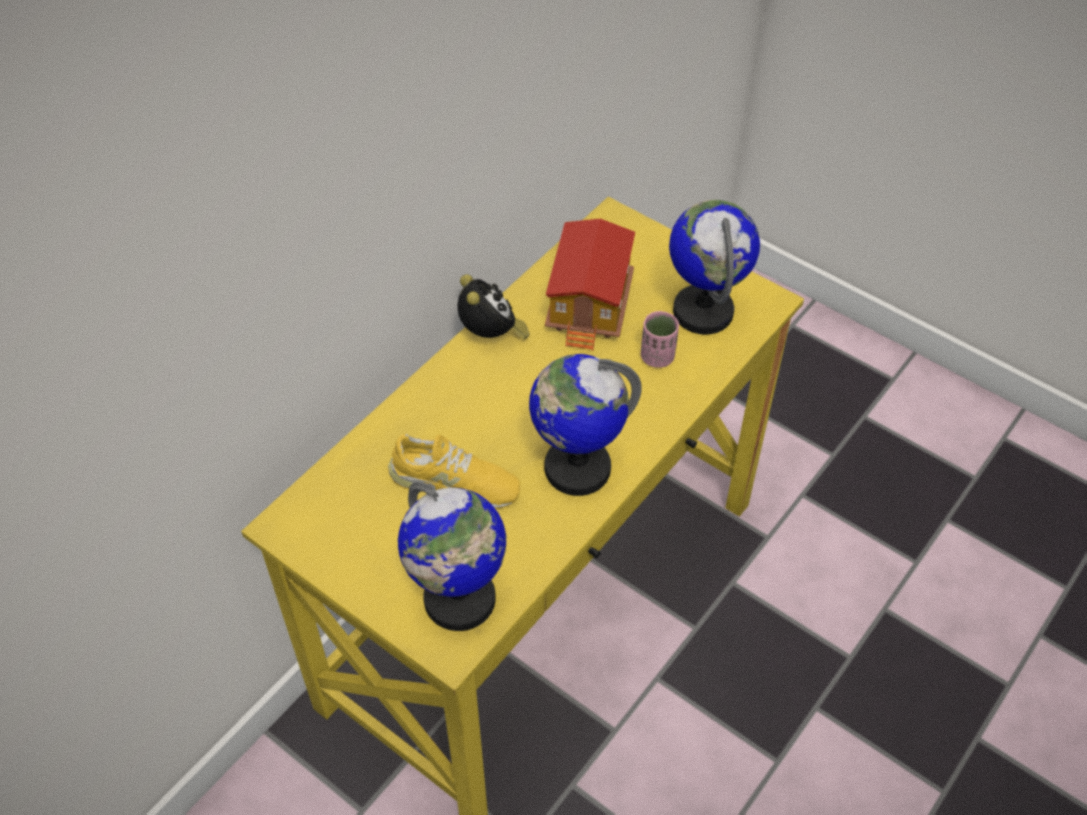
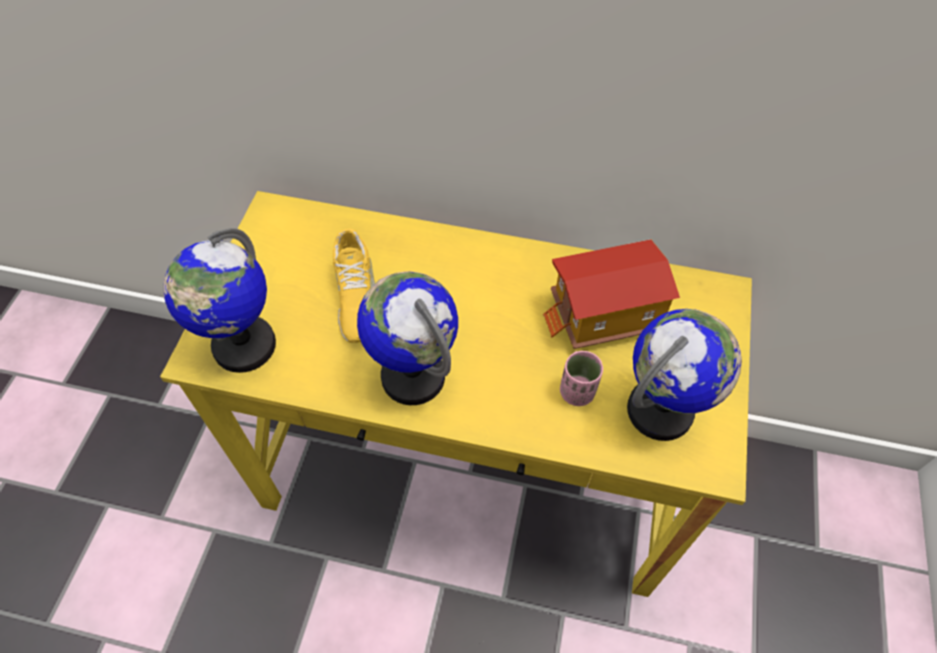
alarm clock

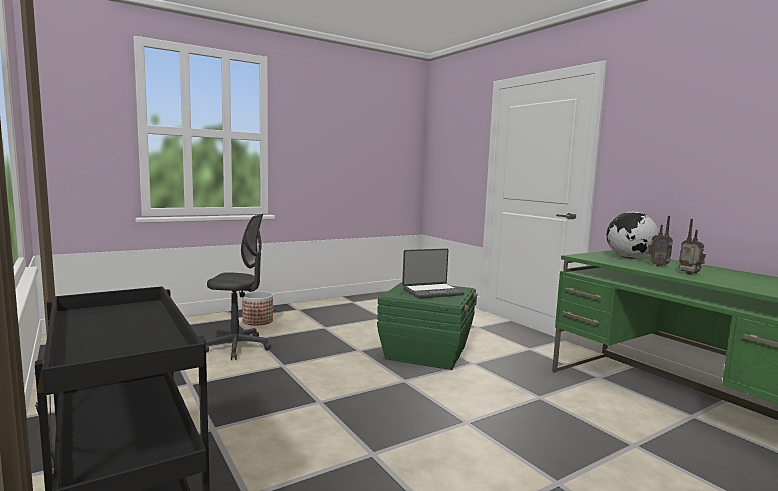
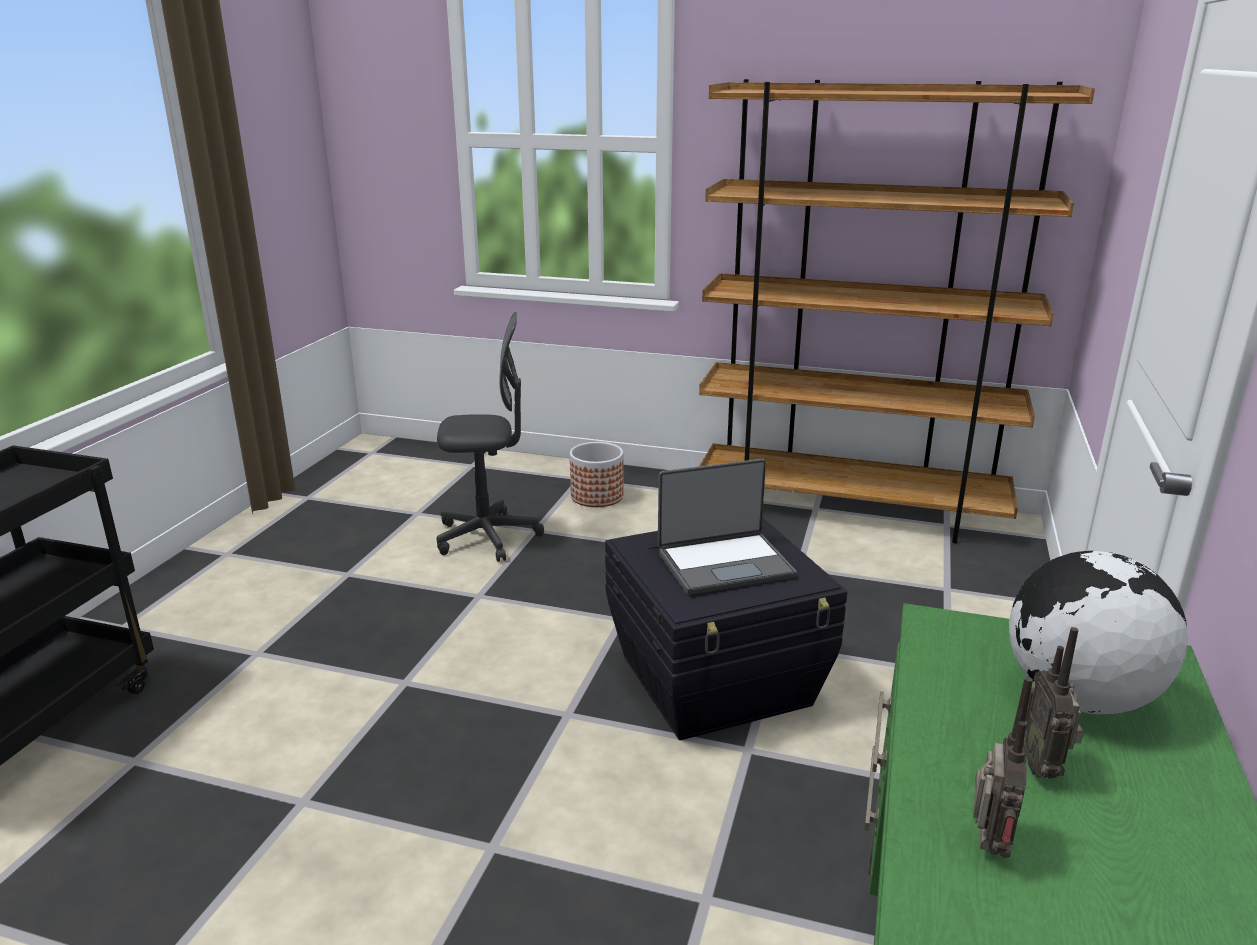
office chair in grey; storage box in black; laptop; bookcase in brown

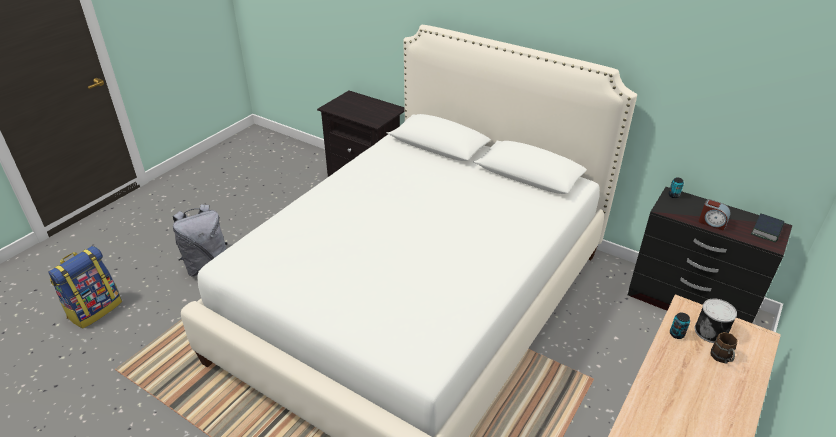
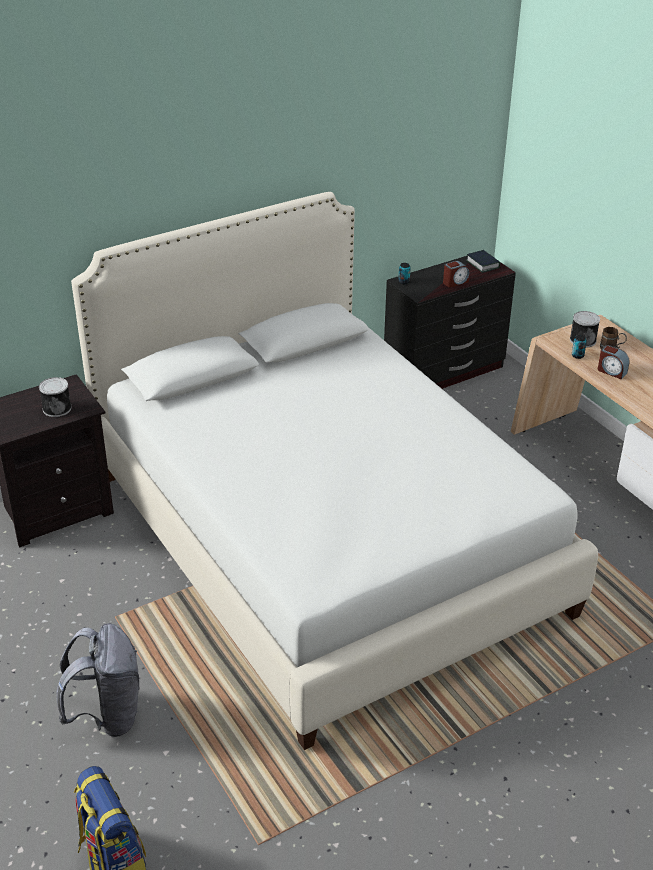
can (no. 1 from left); alarm clock (no. 2 from left)

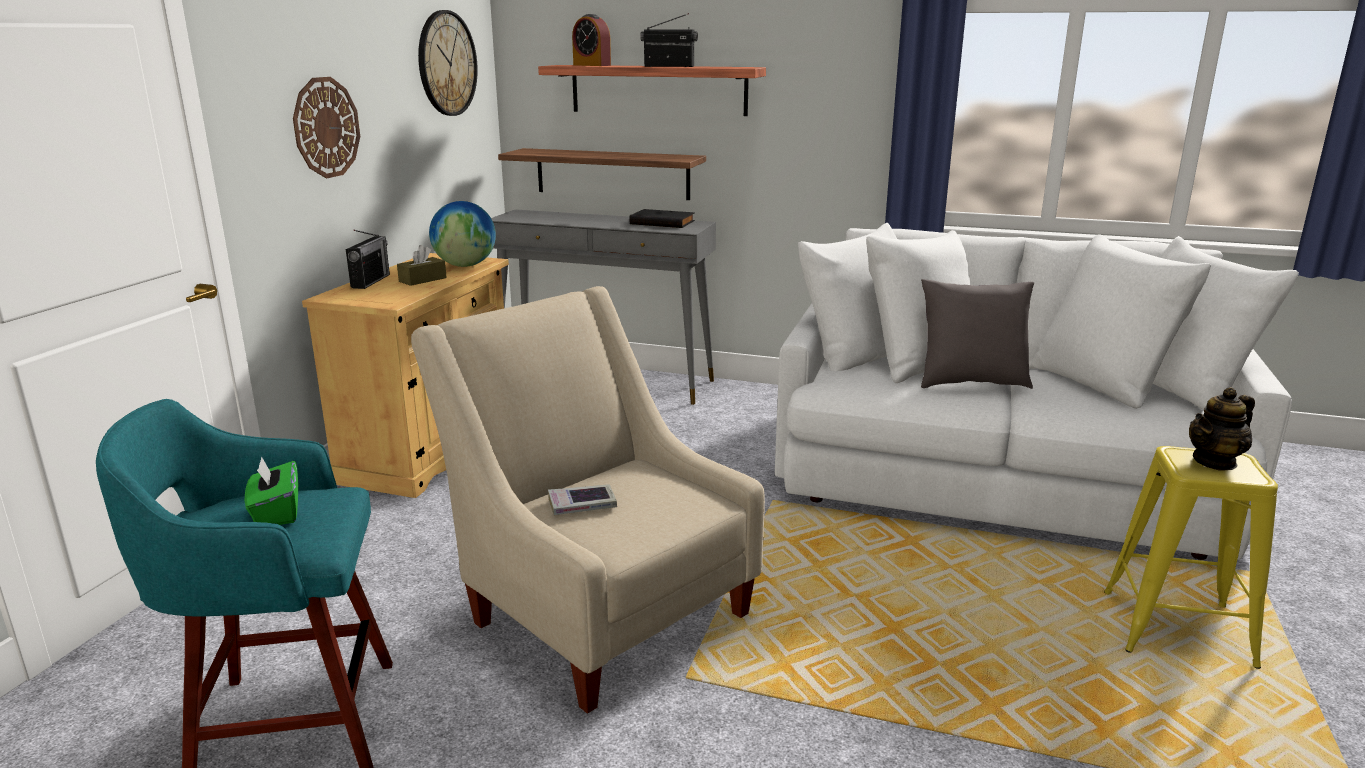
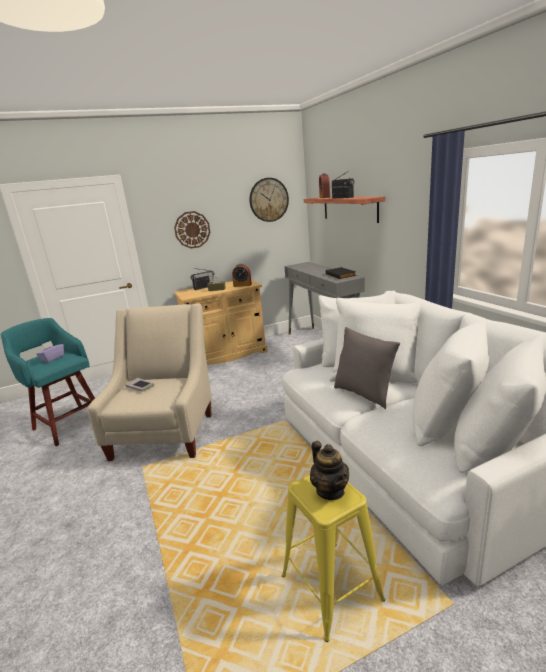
tissue box in purple; alarm clock (no. 1 from left); shelf (no. 1 from left in the first image); teapot

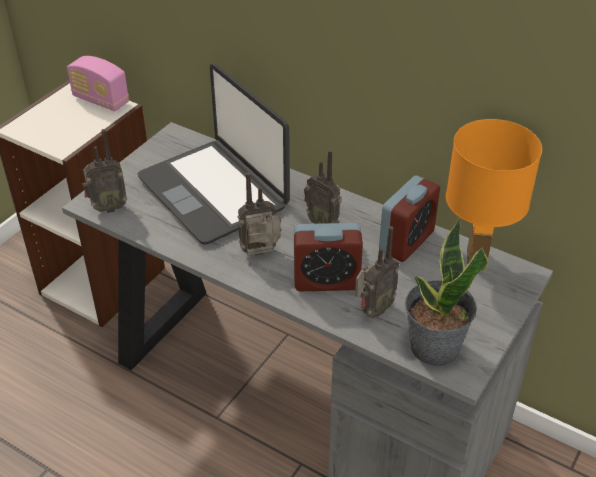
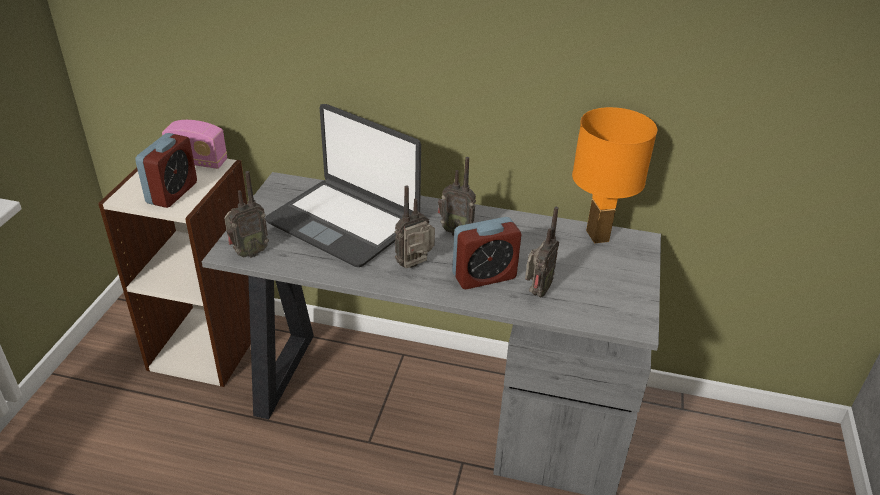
alarm clock (no. 1 from left); potted plant

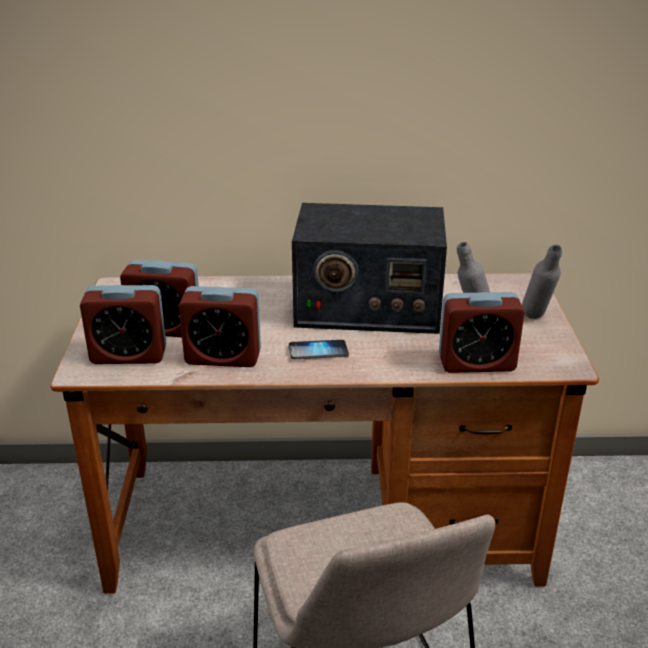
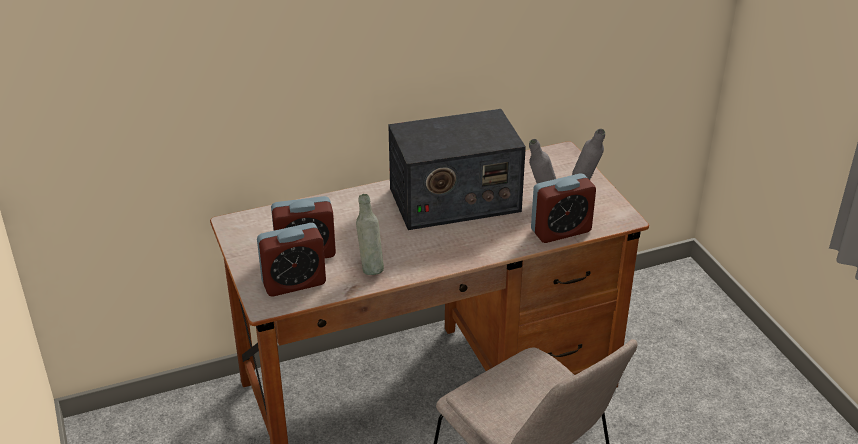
bottle in grey (no. 1 from left); phone

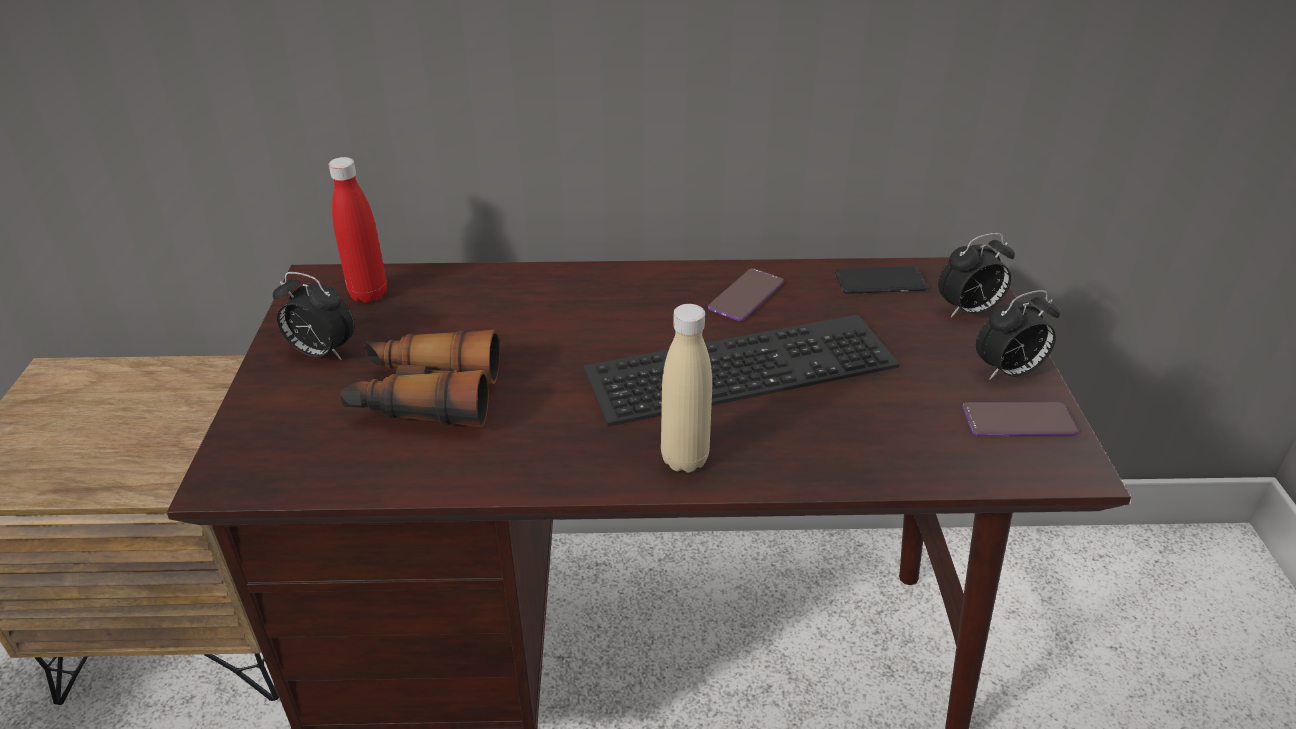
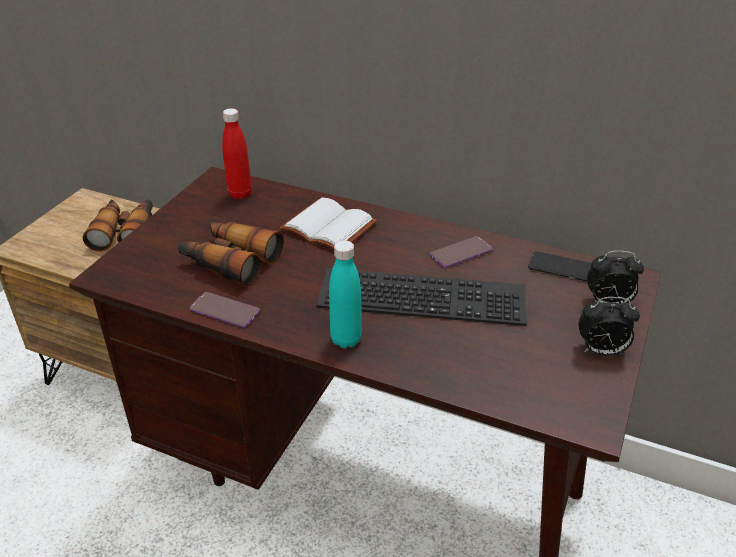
alarm clock (no. 1 from left in the first image); bottle in turquoise; phone (no. 1 from left); binoculars (no. 1 from left); book in white

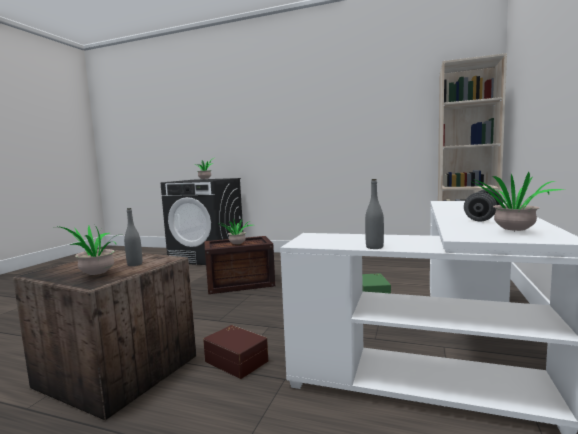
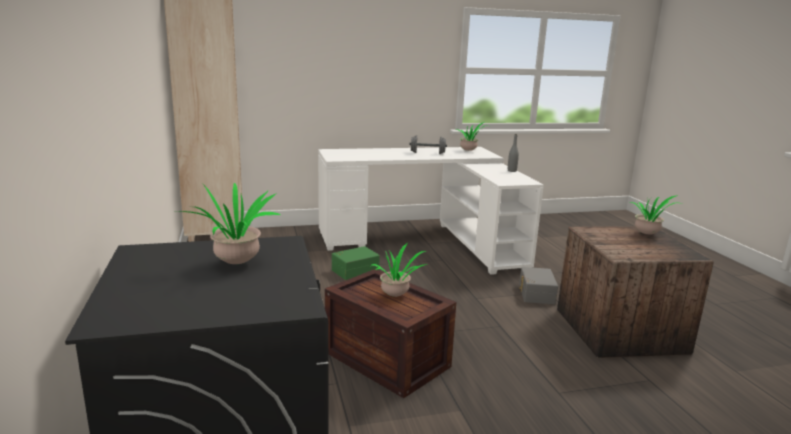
bottle in grey (no. 1 from left in the first image); storage box in grey

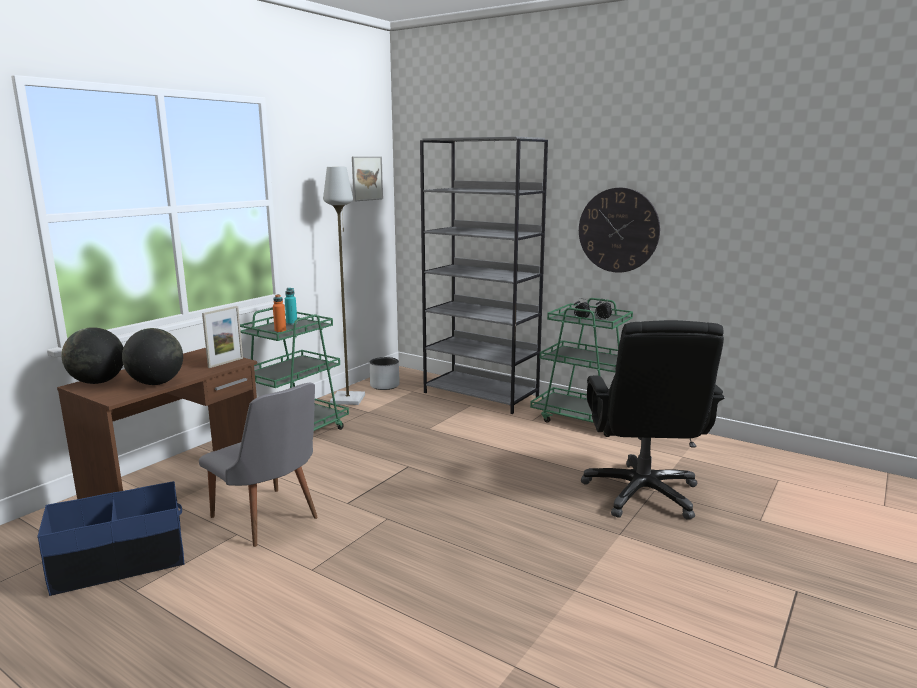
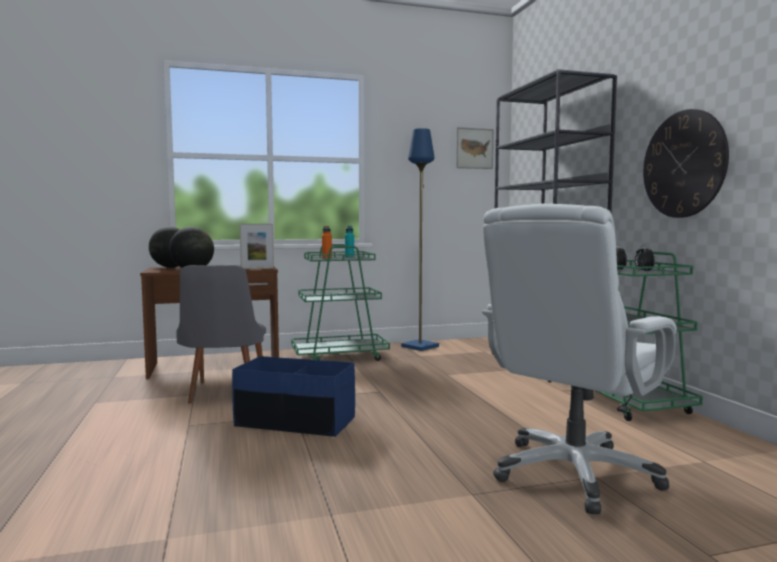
storage box in blue; floor lamp in blue; planter in grey; office chair in white

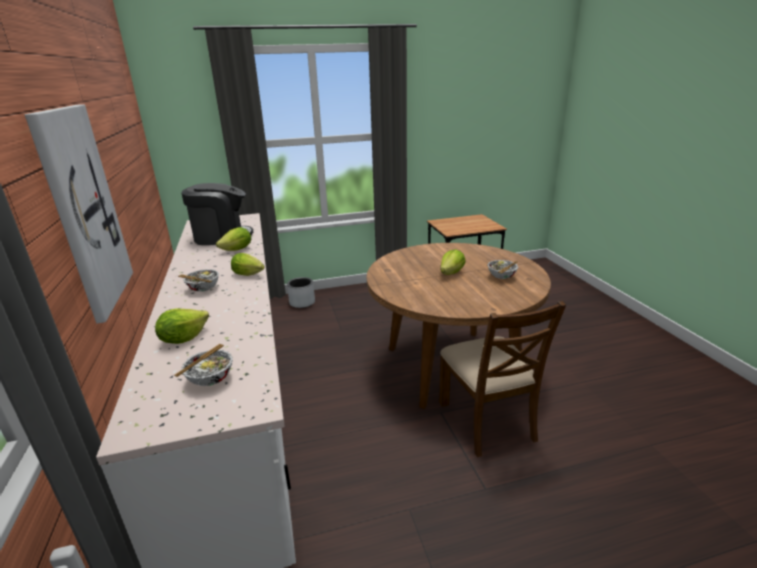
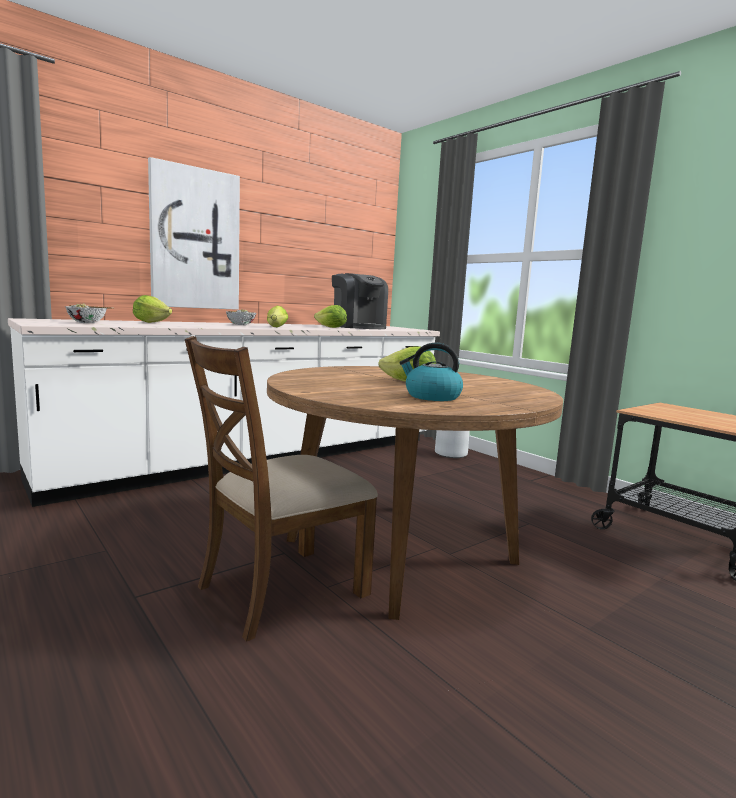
kettle

